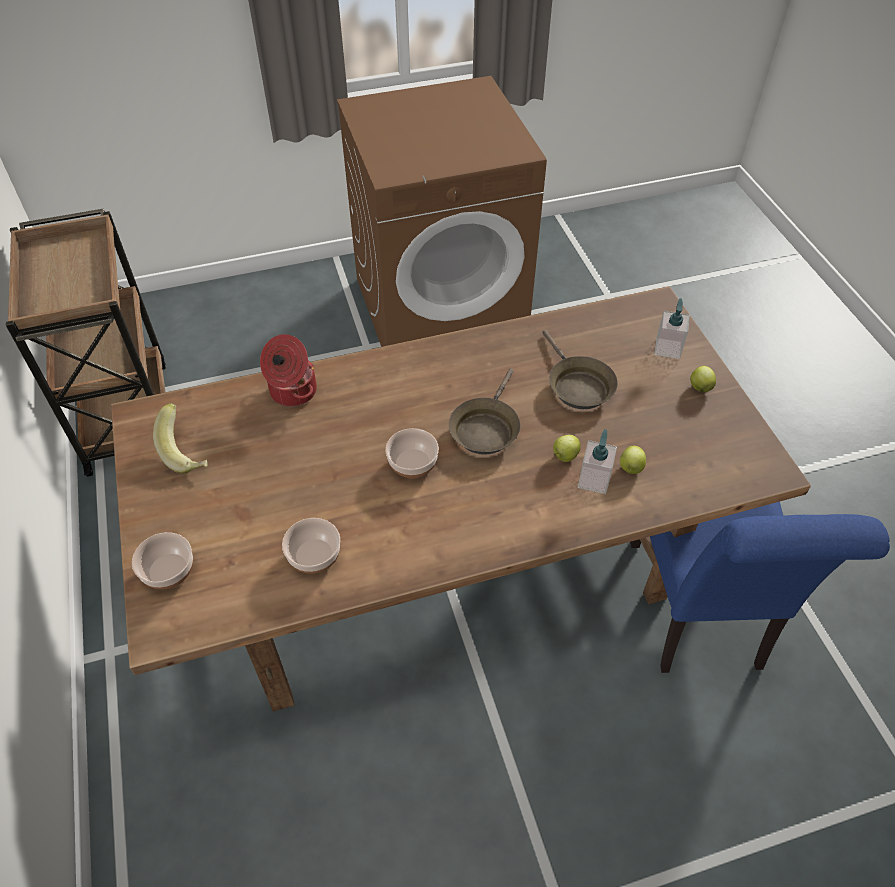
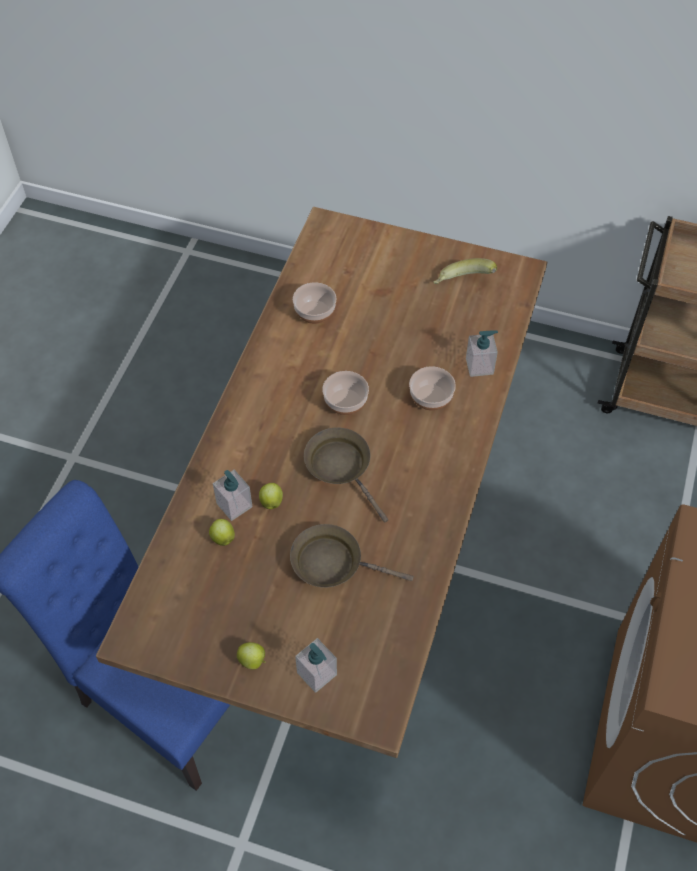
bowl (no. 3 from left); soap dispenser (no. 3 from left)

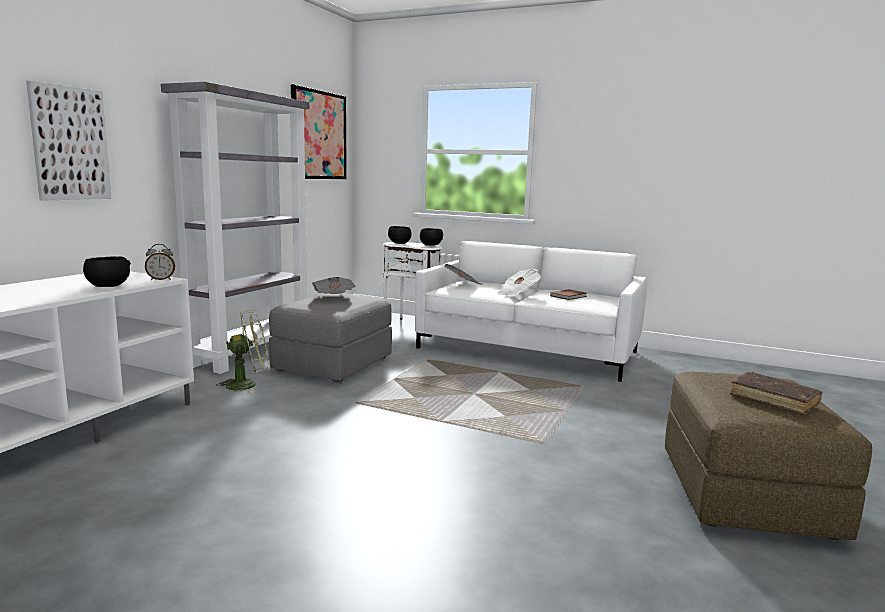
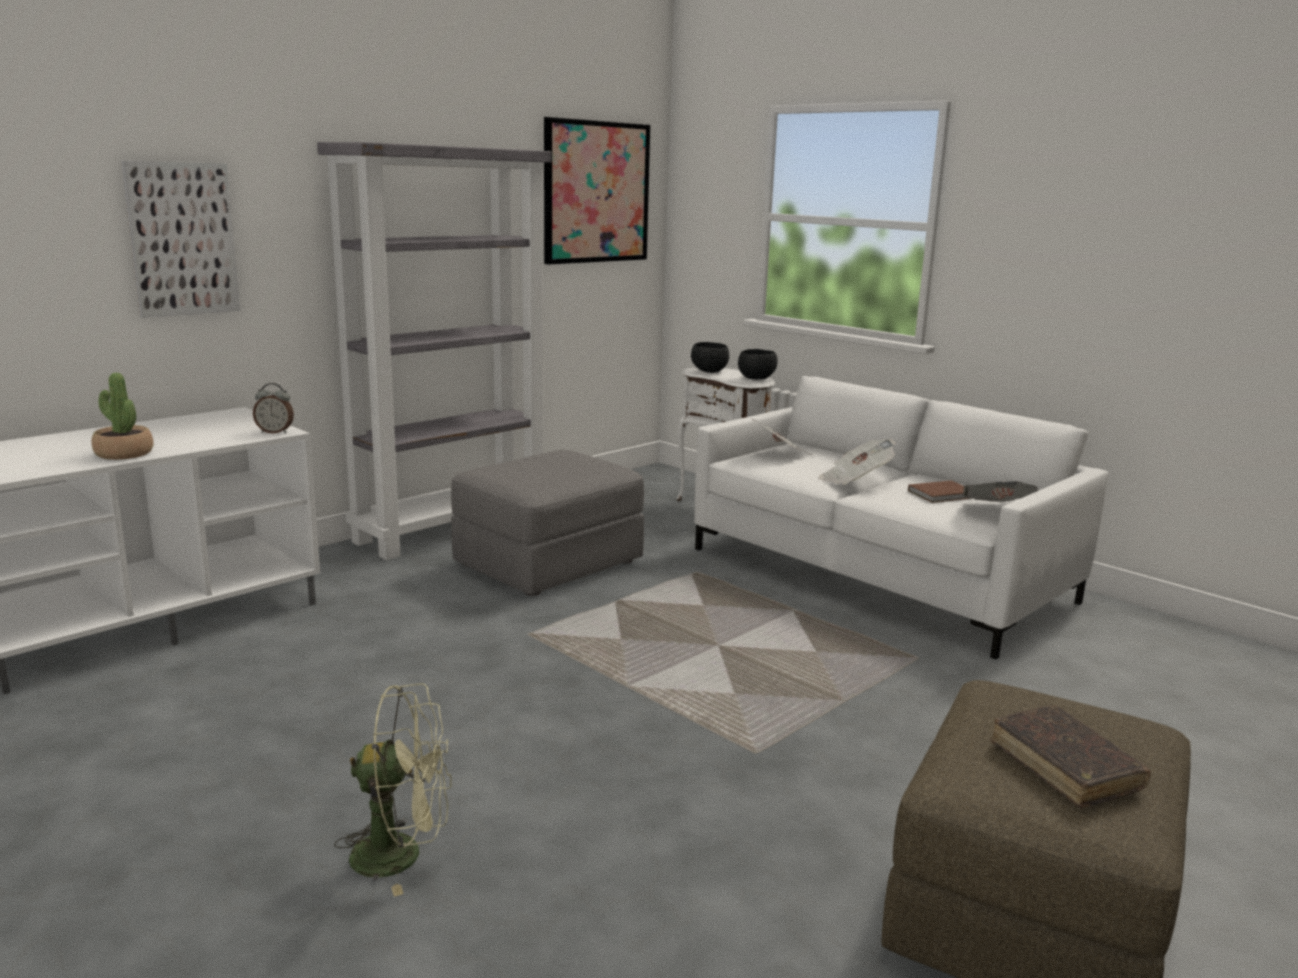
bowl in black (no. 1 from left in the first image); fan in green; newspaper (no. 3 from left); potted plant

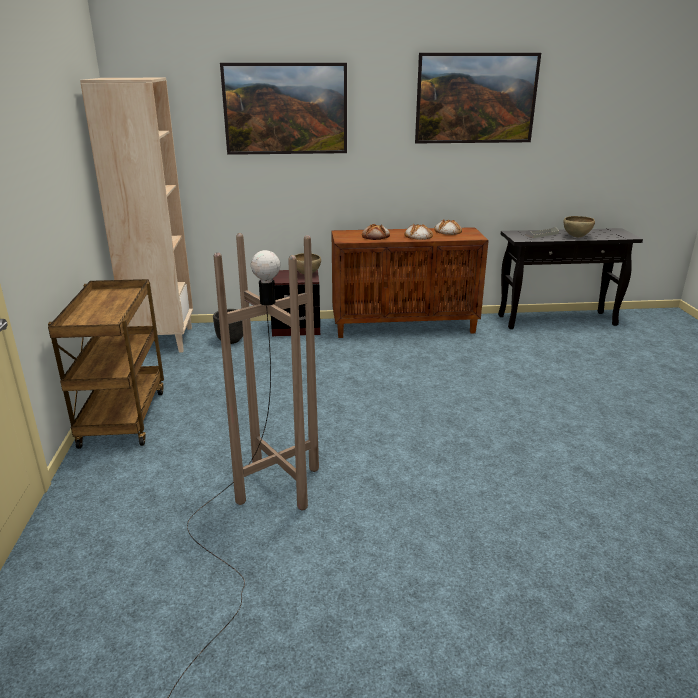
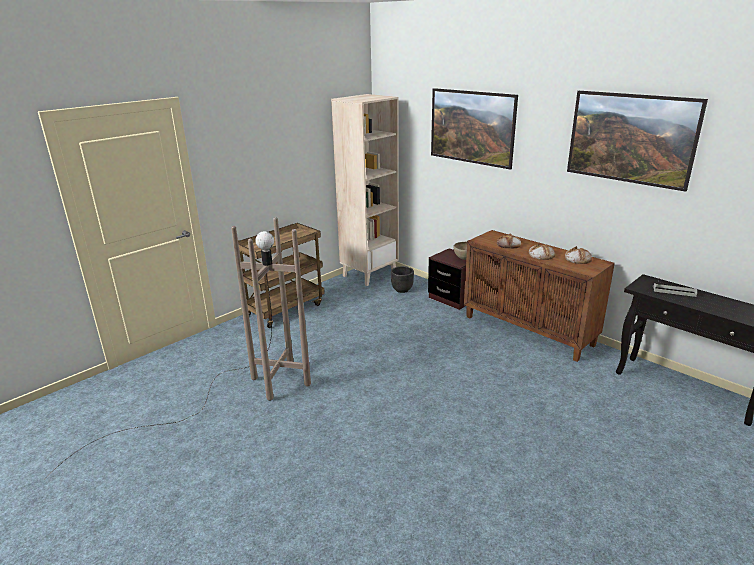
bowl in brown (no. 2 from left in the first image)

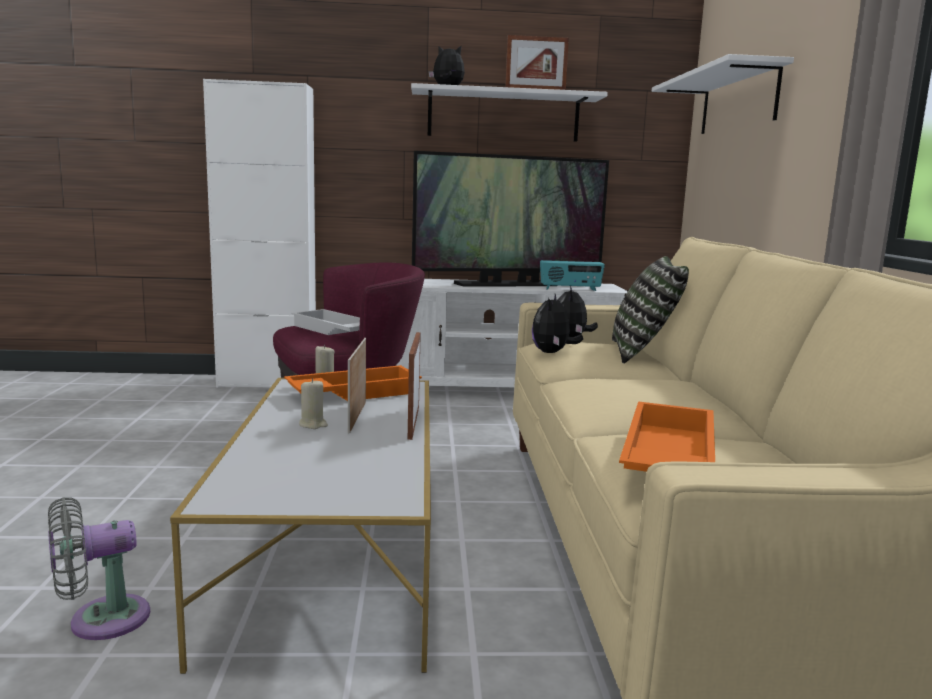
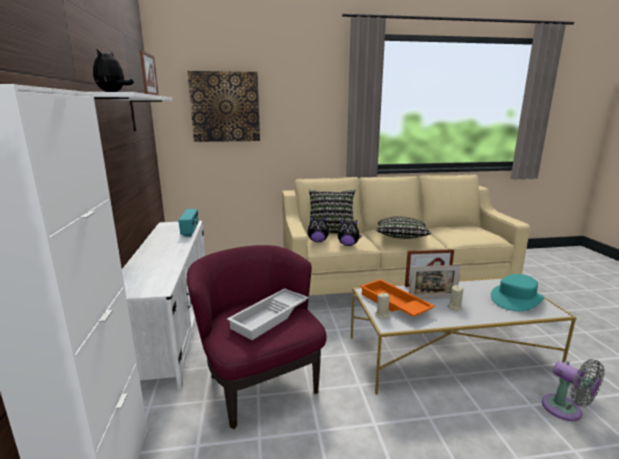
television; tray in orange (no. 2 from left in the first image); picture; pillow (no. 2 from left); hat in turquoise

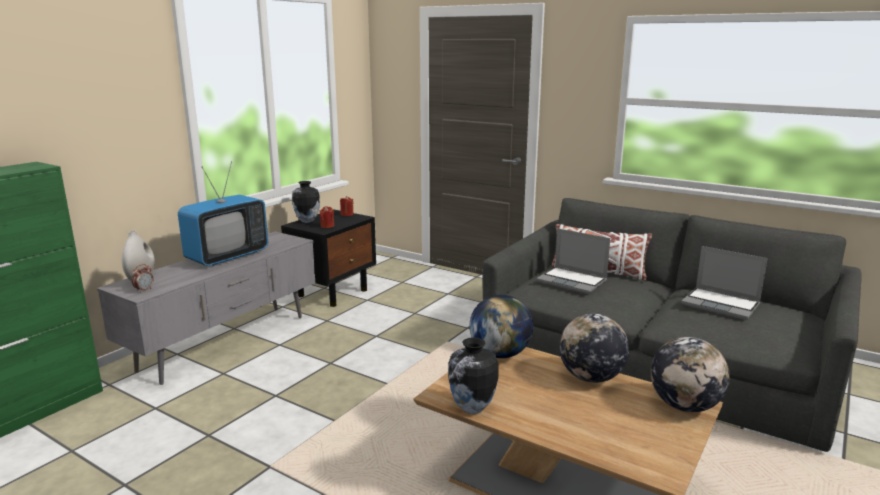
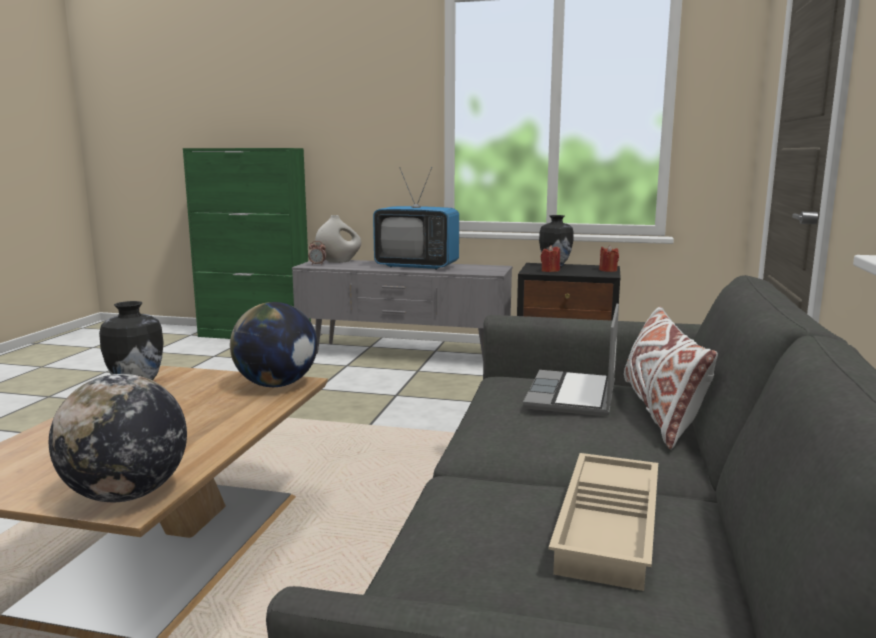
globe (no. 2 from left in the first image); tray in beige

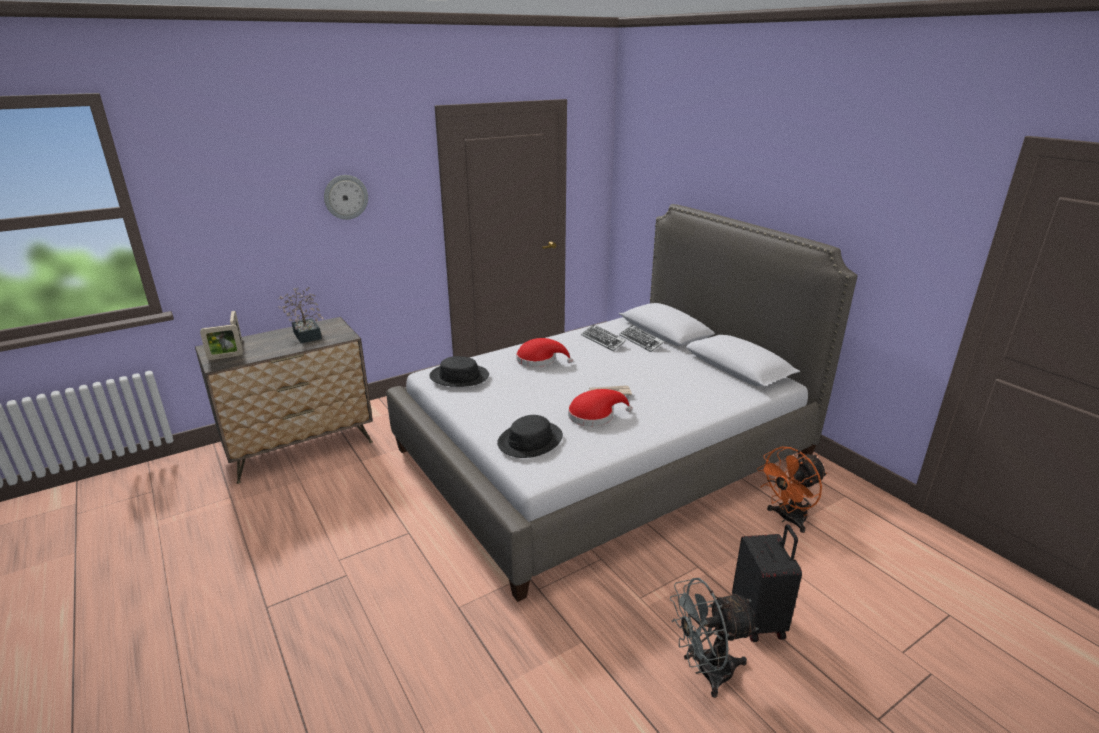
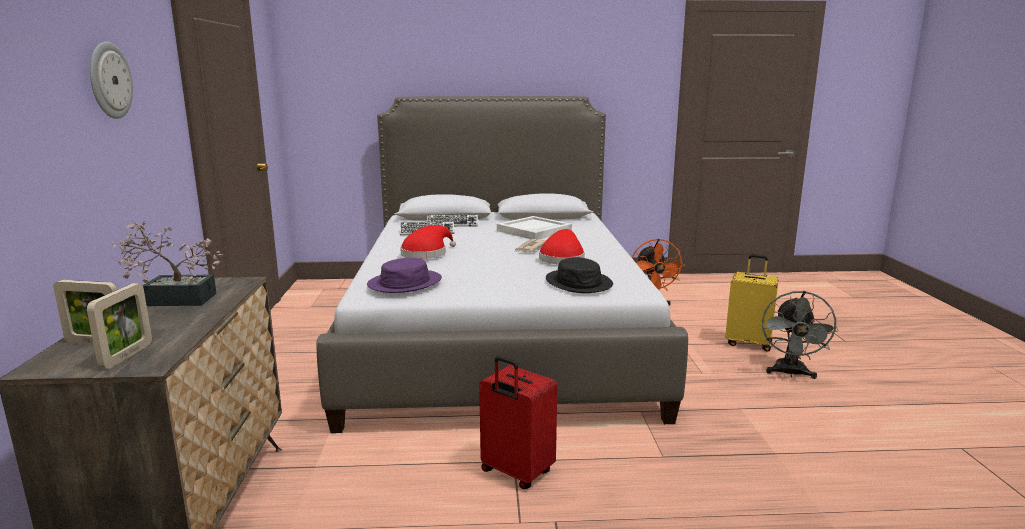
hat in purple; suitcase in yellow; suitcase in red; tray in white

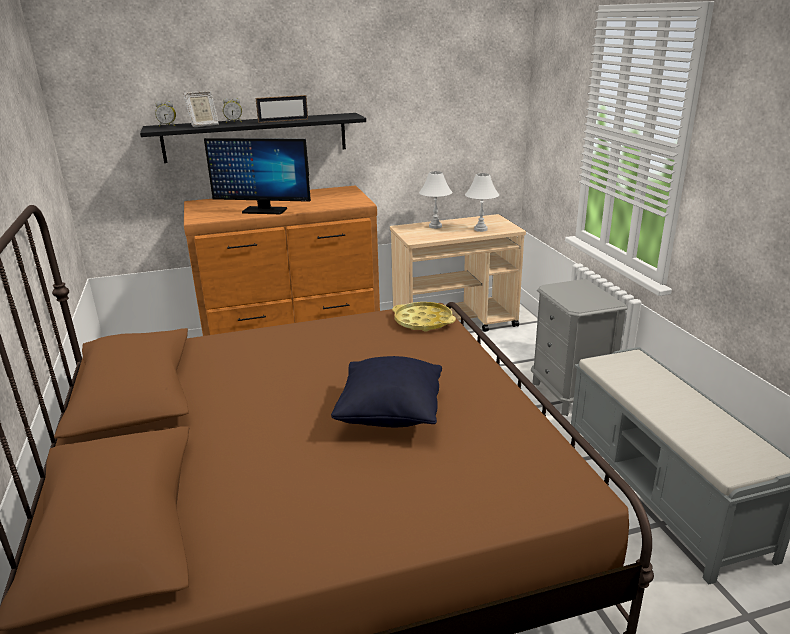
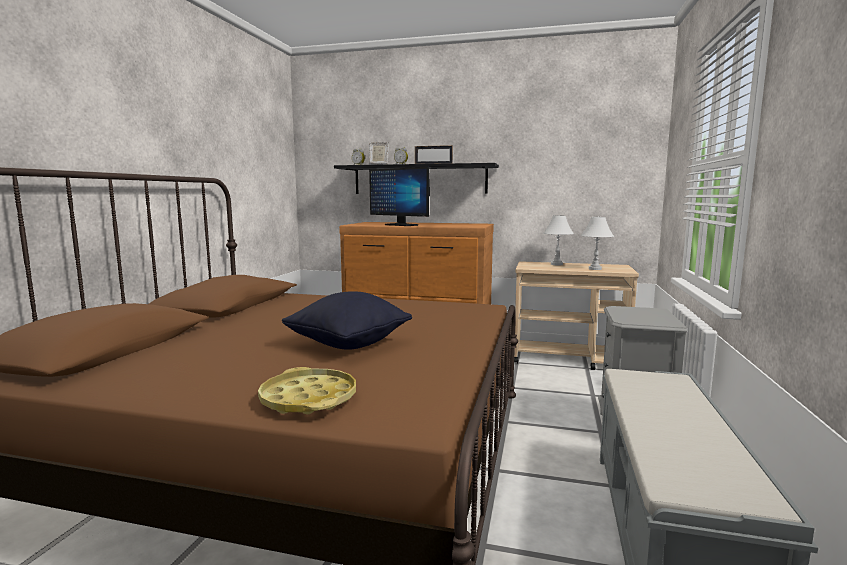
tray in yellow

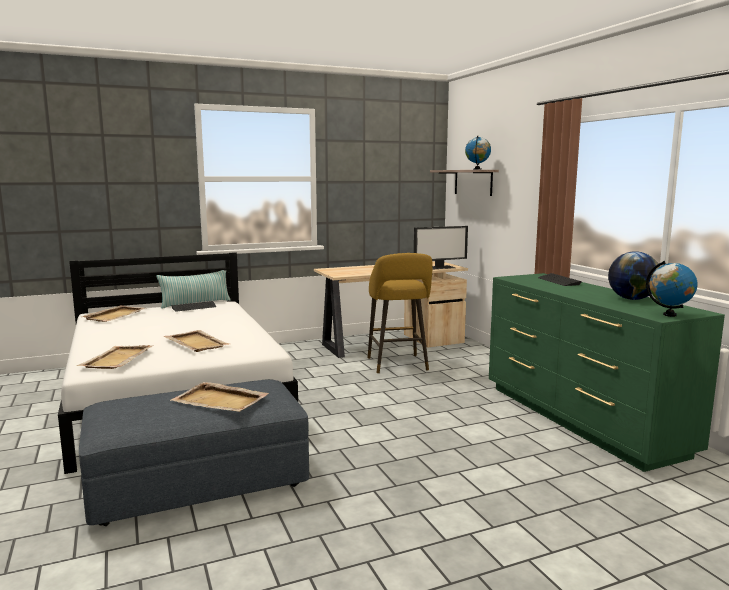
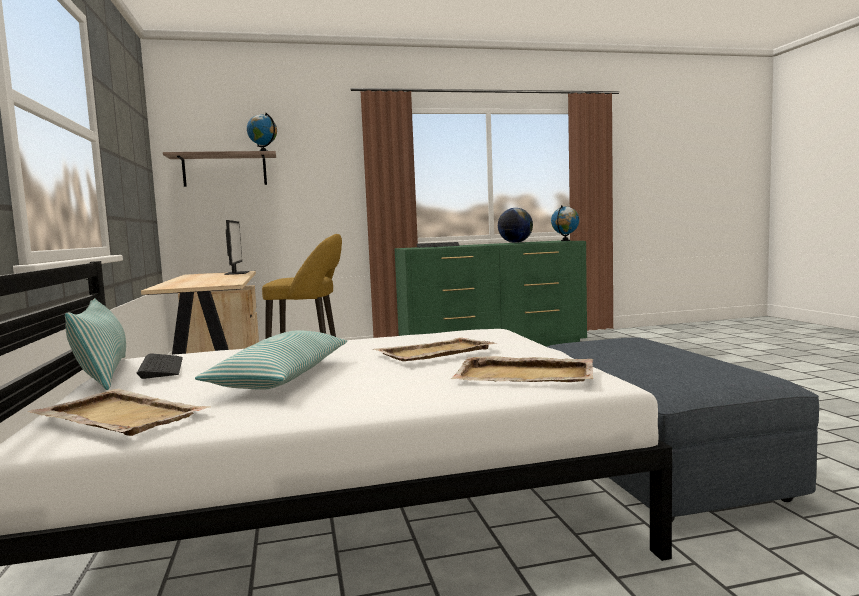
tray in beige (no. 4 from left in the first image); pillow (no. 2 from left)

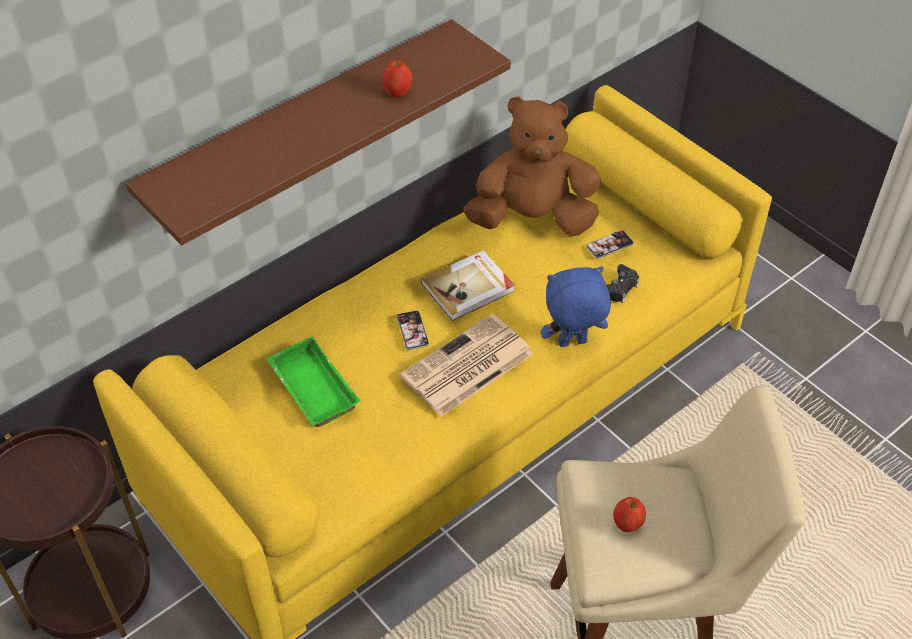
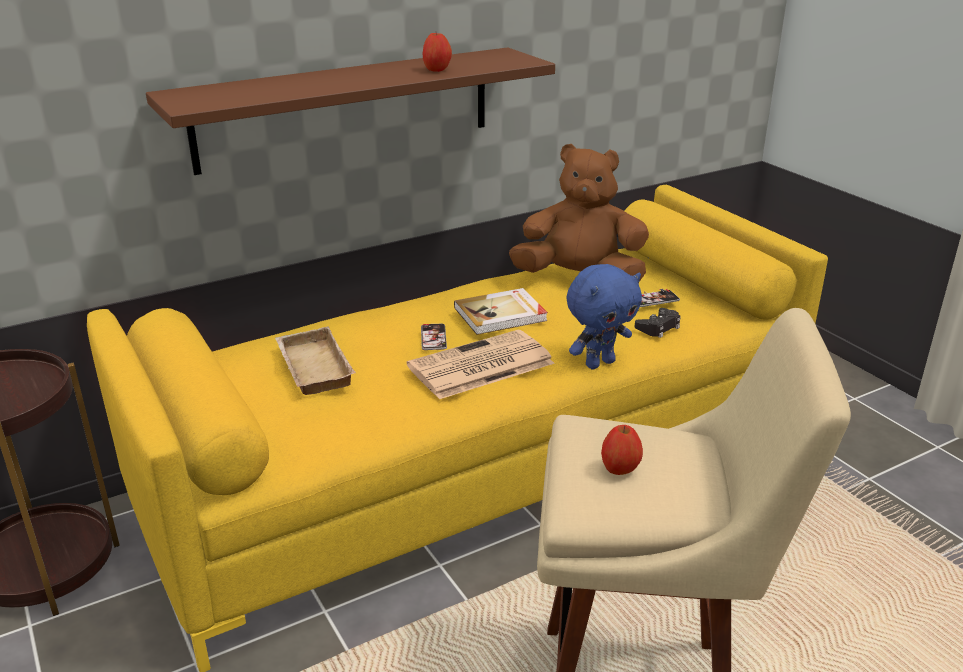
tray in beige; plush toy in blue

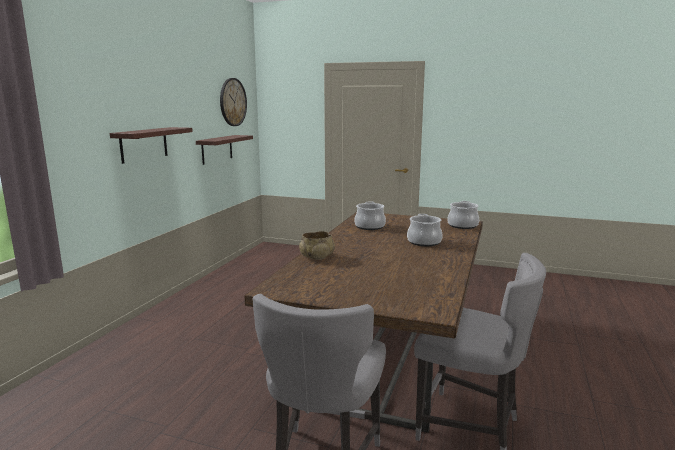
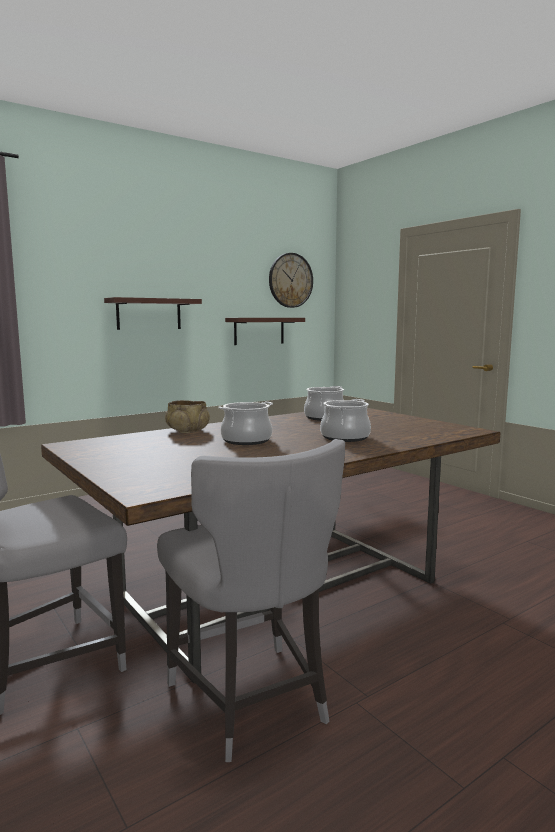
cooking pot (no. 1 from left)

